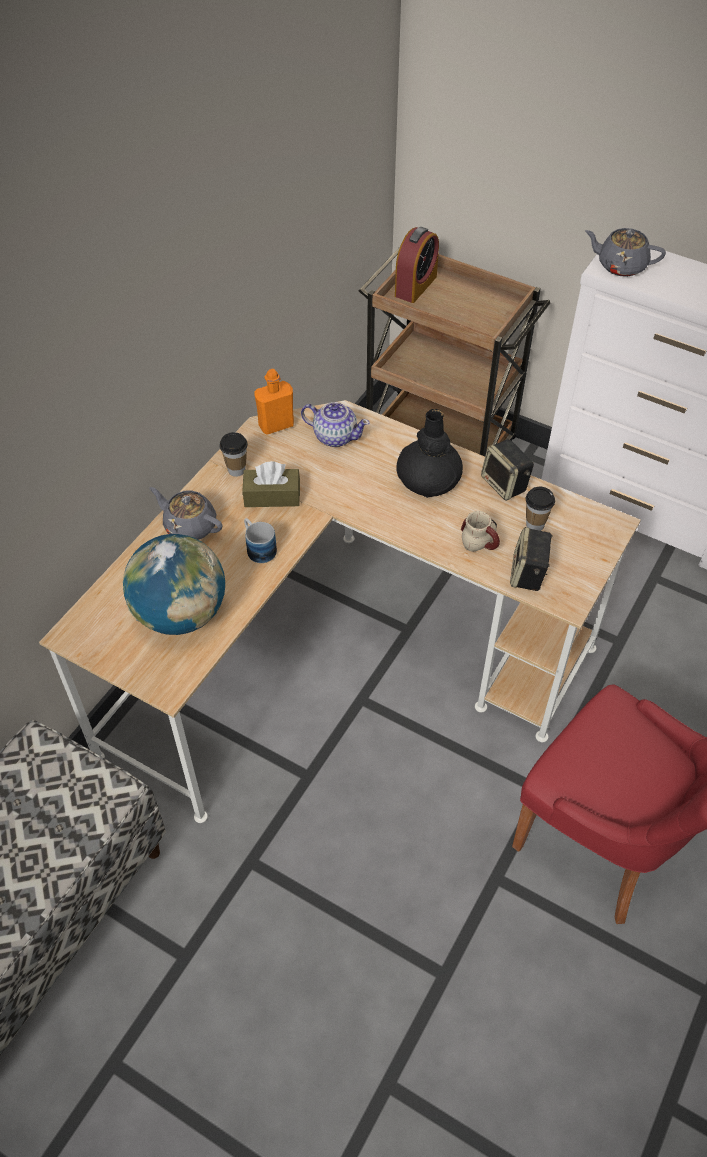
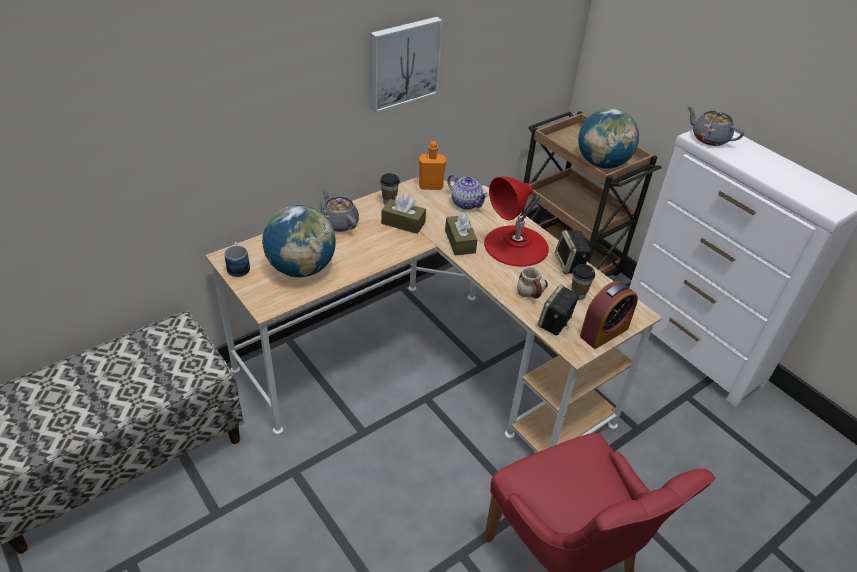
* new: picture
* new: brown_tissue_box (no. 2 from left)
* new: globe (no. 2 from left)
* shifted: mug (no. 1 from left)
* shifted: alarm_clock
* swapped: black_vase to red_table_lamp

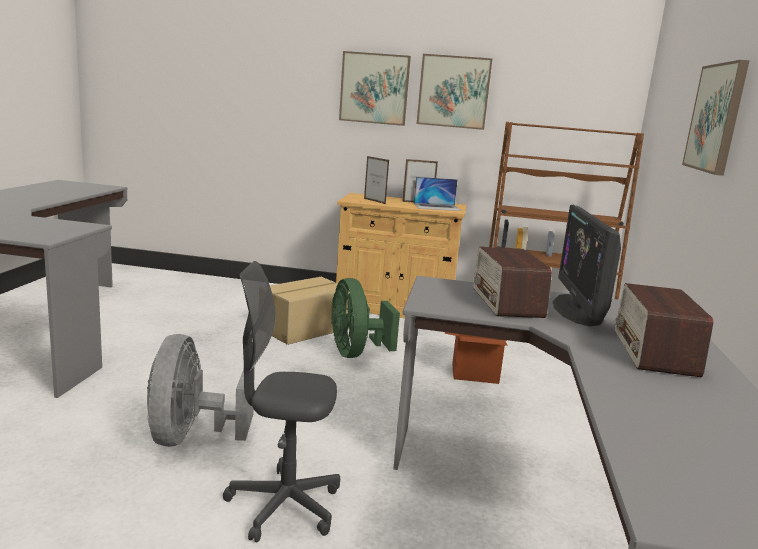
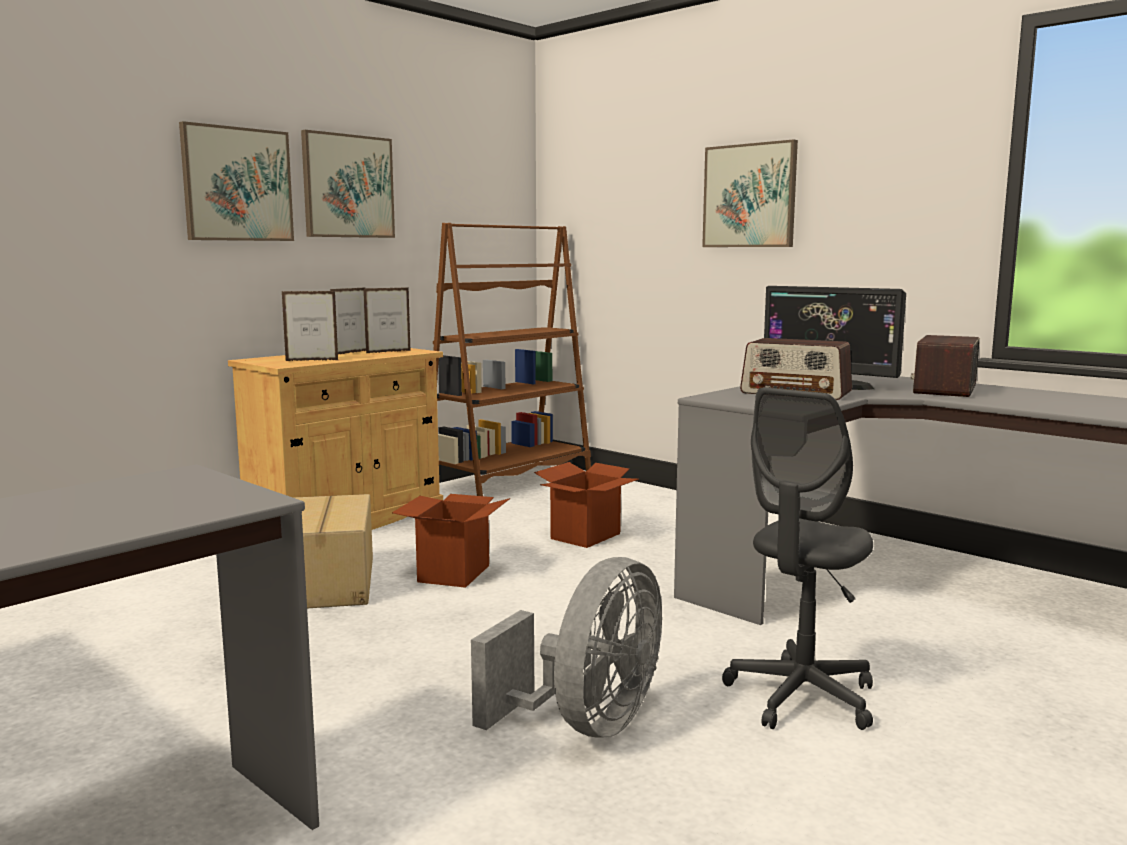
* swapped: green_fan to cardboard_box (no. 2 from left)
* swapped: laptop to picture_frame (no. 3 from left)
* rotated: grey_fan 90 degrees counterclockwise
* rotated: radio (no. 2 from left) 75 degrees clockwise

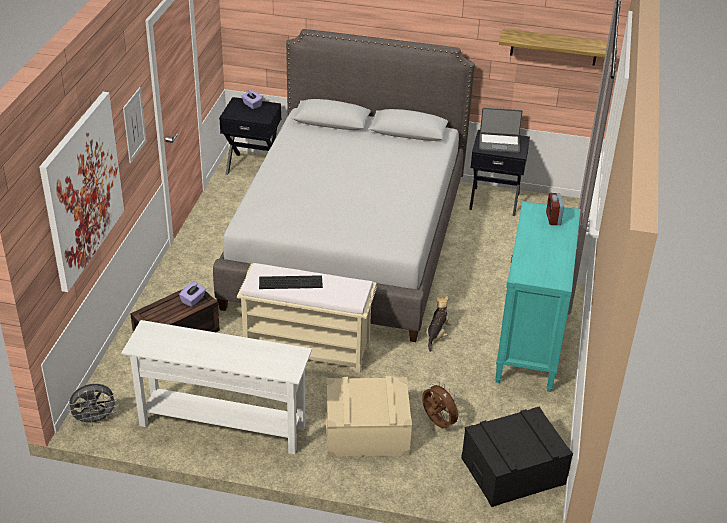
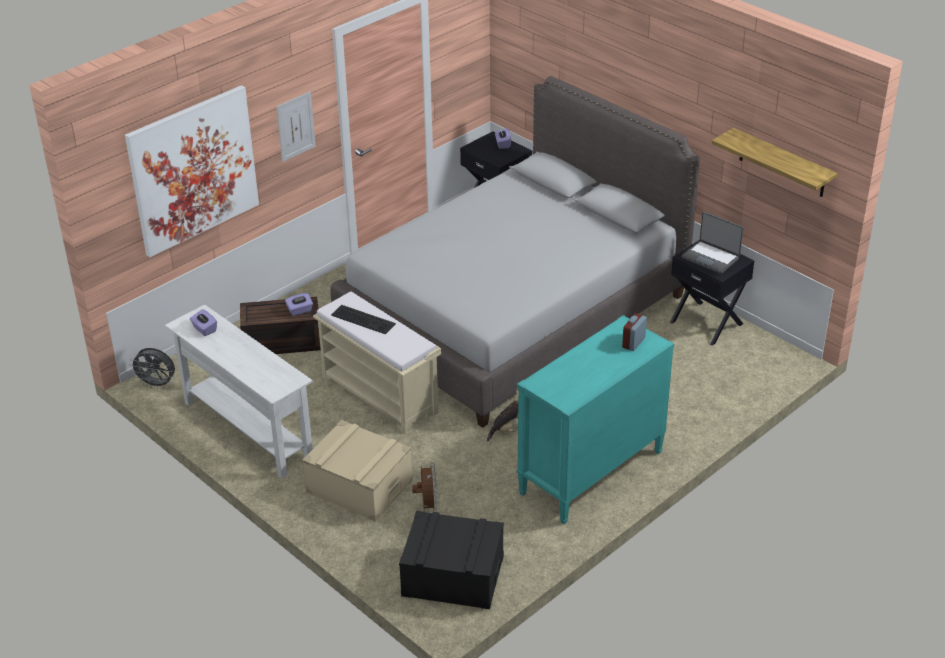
* new: purple_tissue_box (no. 1 from left)

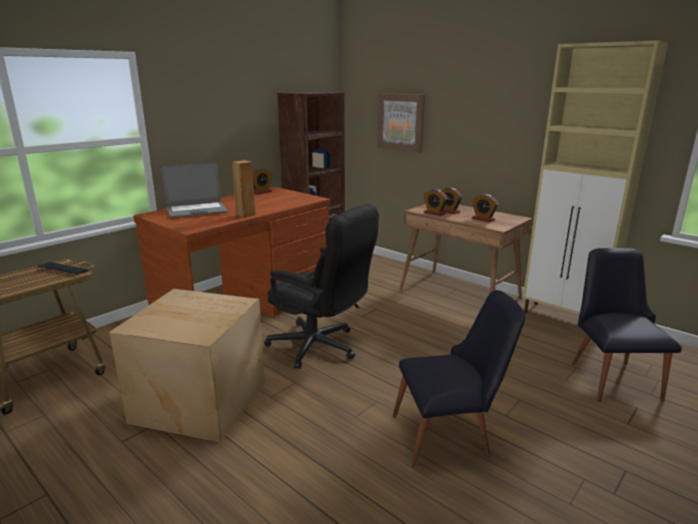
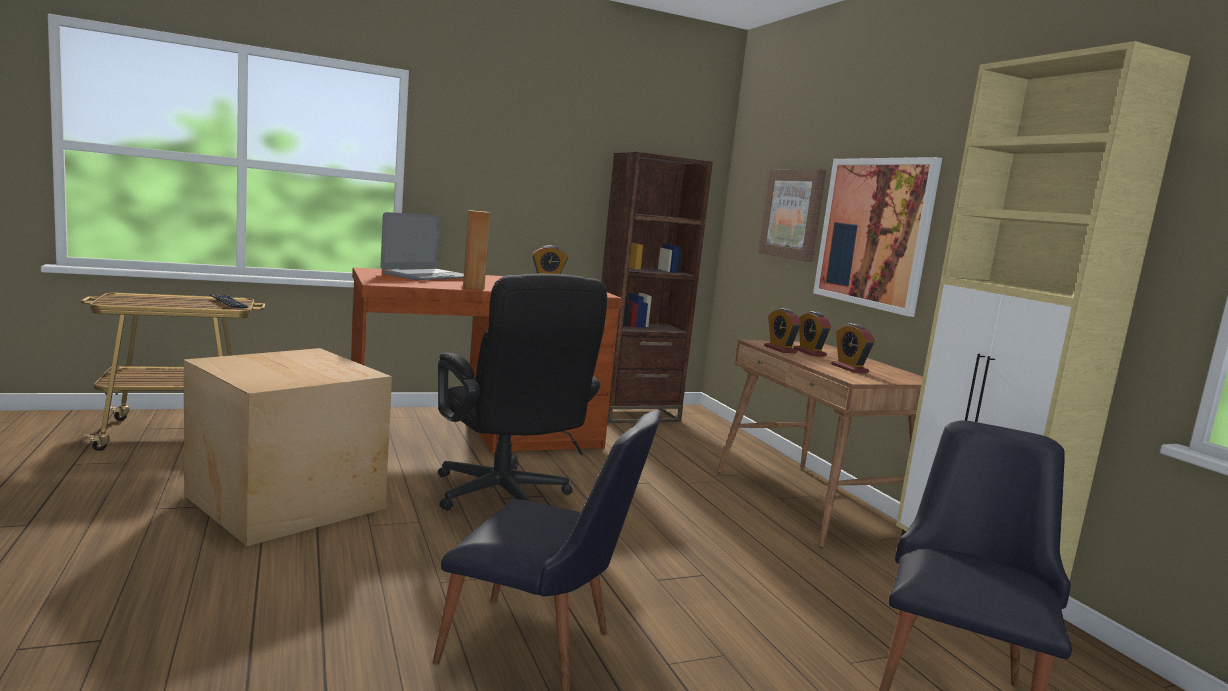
* new: picture (no. 2 from left)
* rotated: laptop 60 degrees counterclockwise

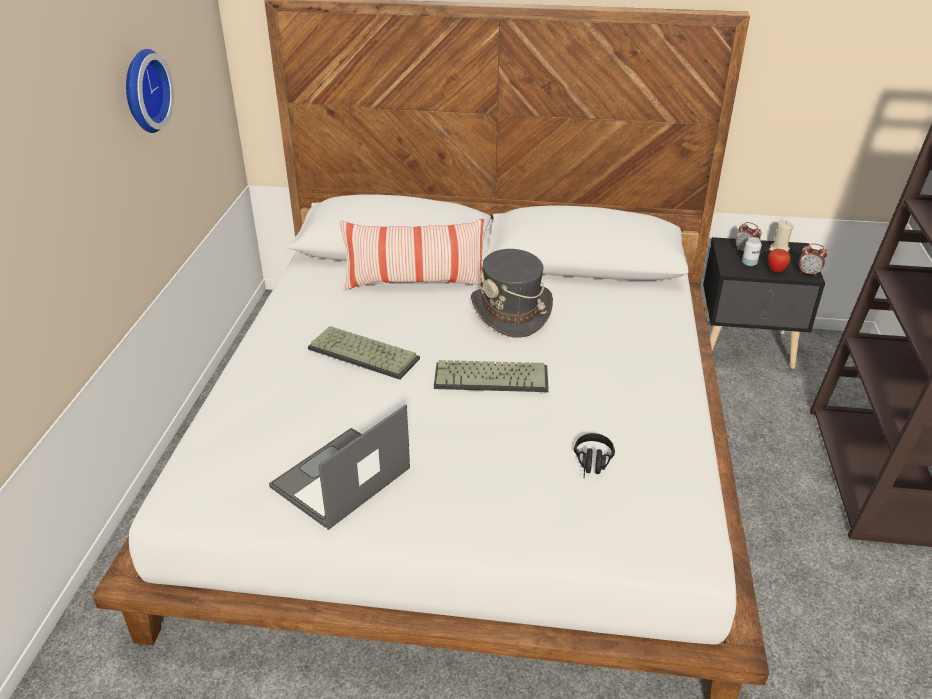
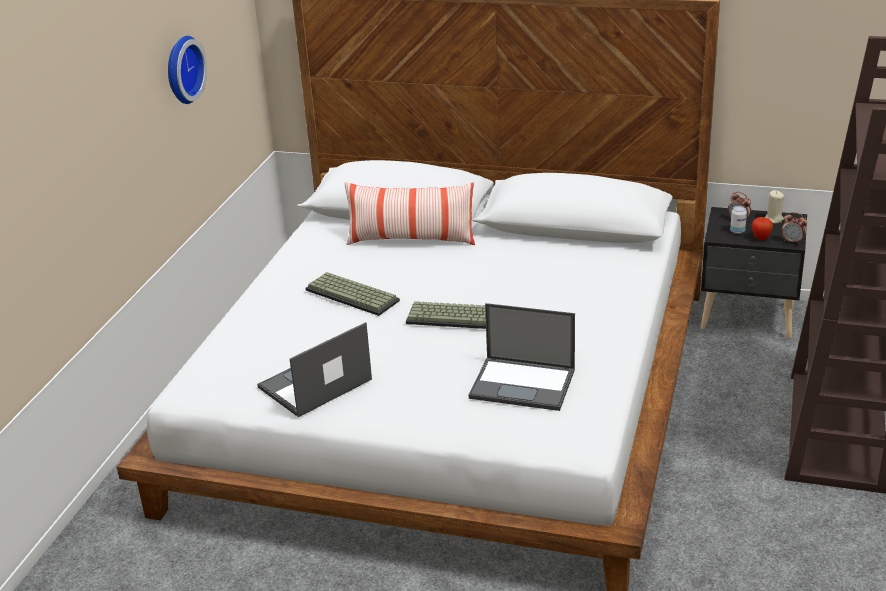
* gone: grey_hat
* swapped: black_headphones to laptop (no. 2 from left)

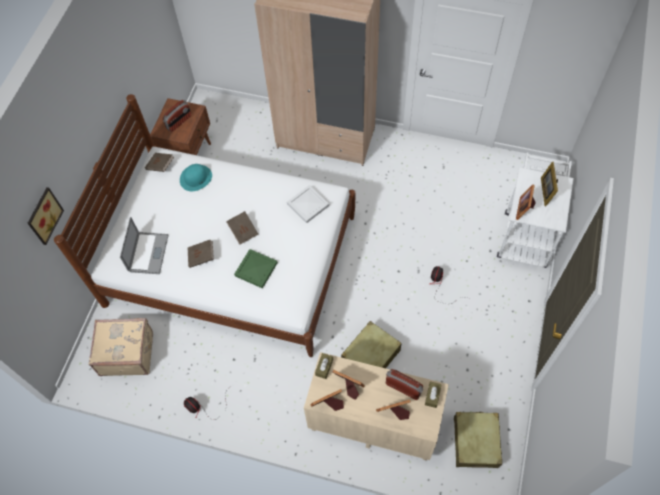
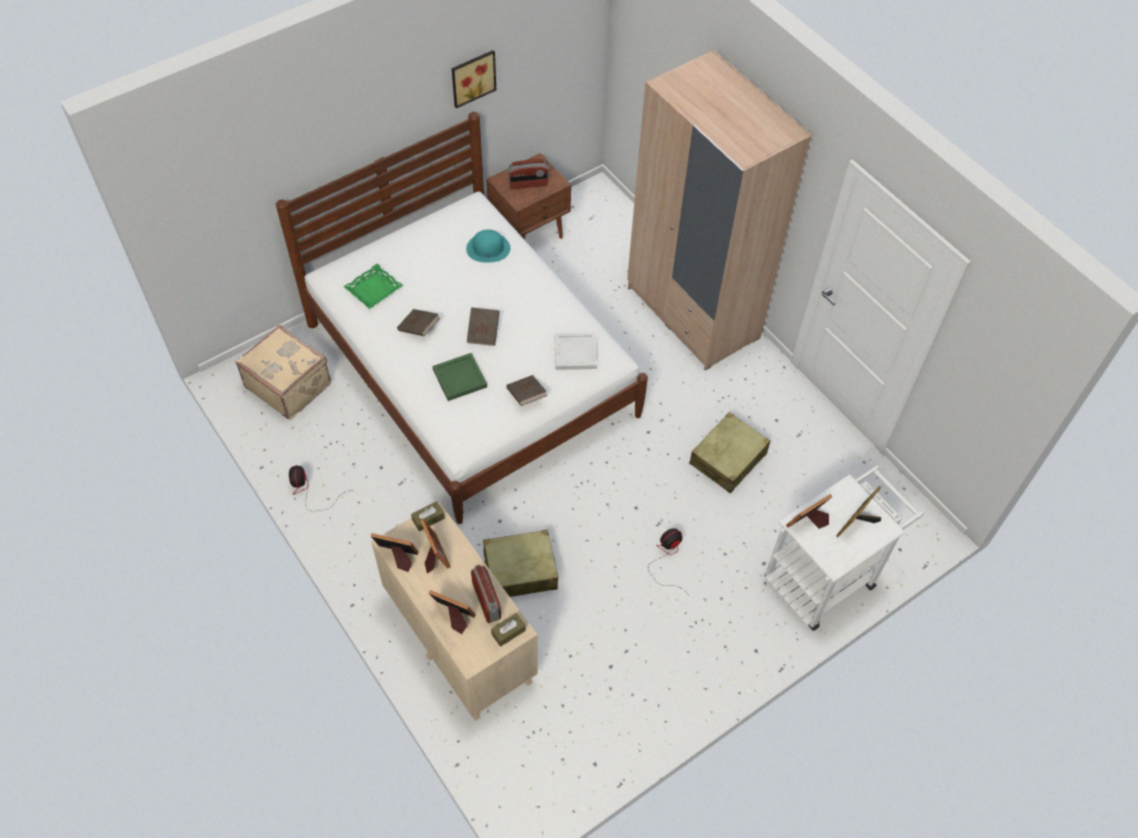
* shifted: picture
* shifted: brown_book (no. 1 from left in the first image) to brown_book (no. 3 from left)
* shifted: beige_suitcase (no. 3 from left)
* swapped: laptop to green_tray (no. 1 from left)

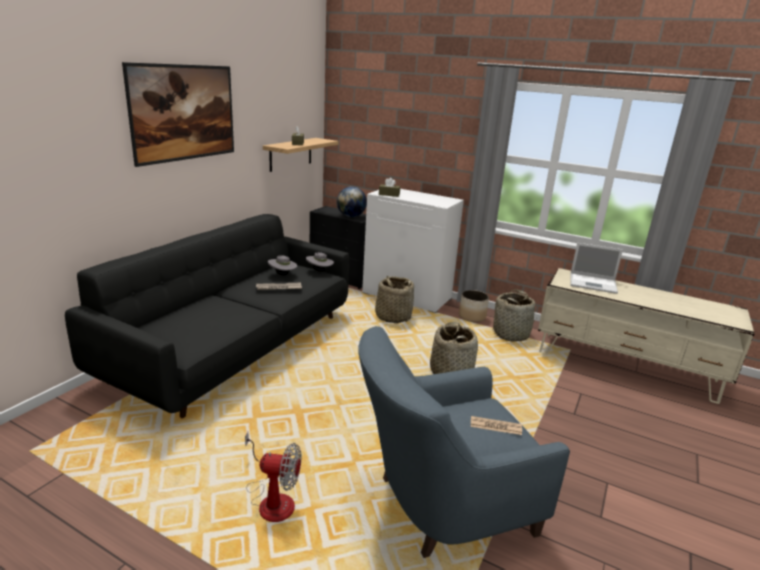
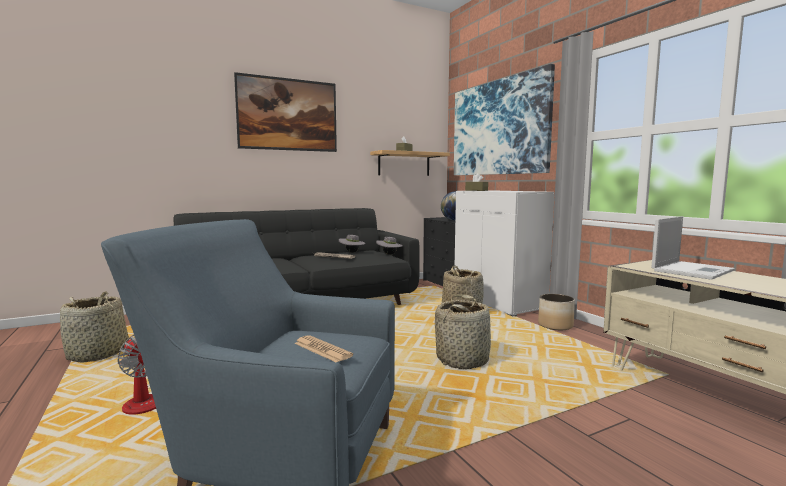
* new: picture (no. 2 from left)
* shifted: basket (no. 3 from left in the first image) to basket (no. 1 from left)
* rotated: laptop 90 degrees counterclockwise

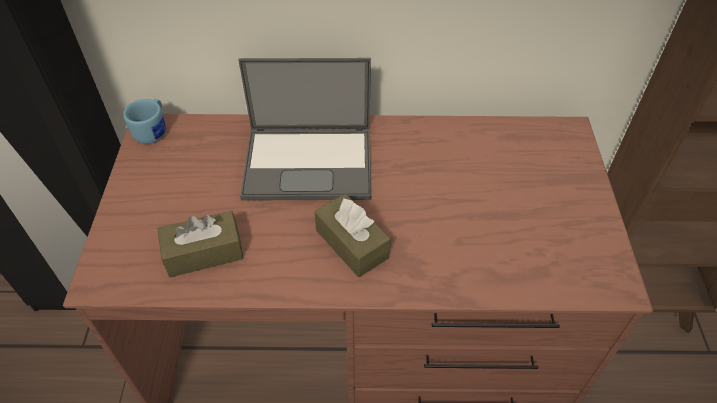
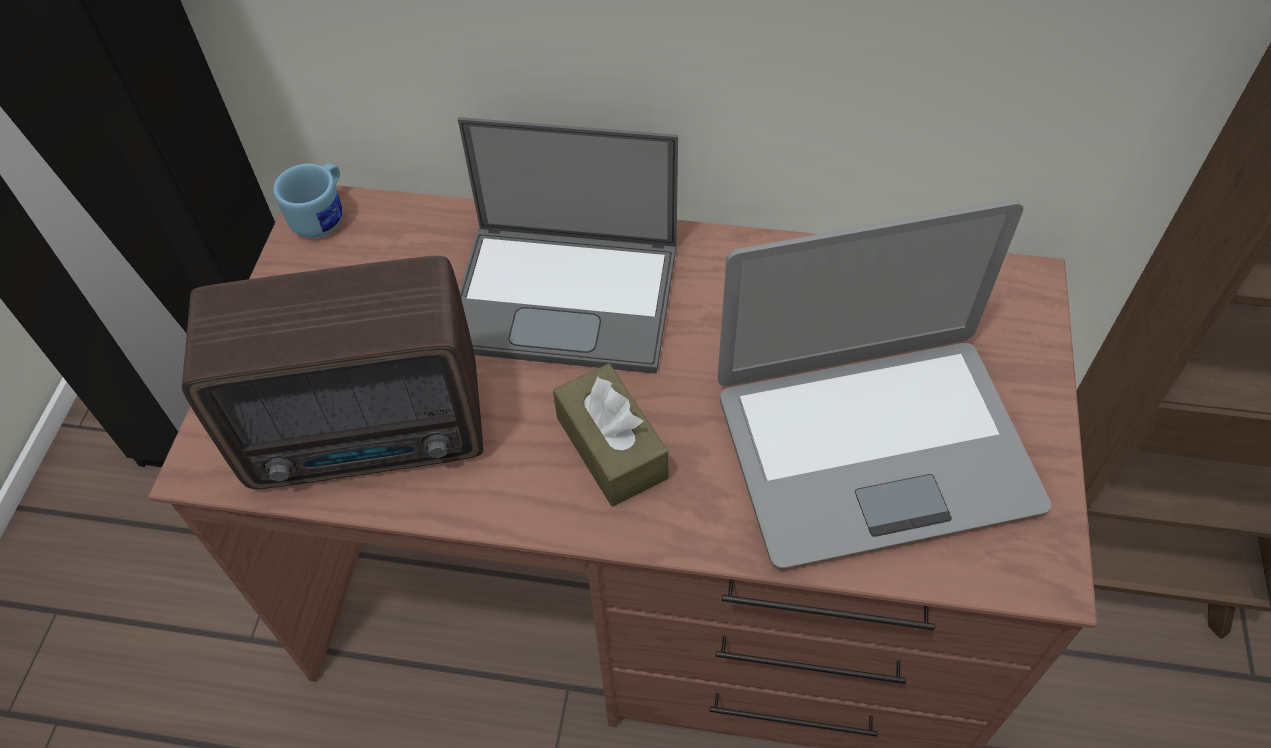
* new: laptop (no. 2 from left)
* swapped: brown_tissue_box (no. 1 from left) to radio

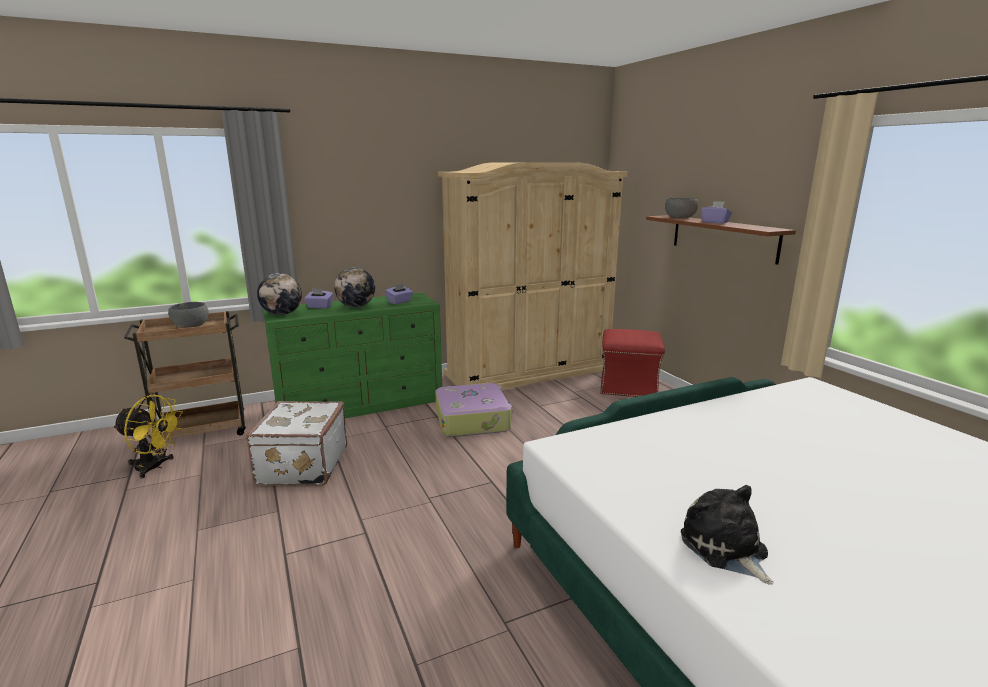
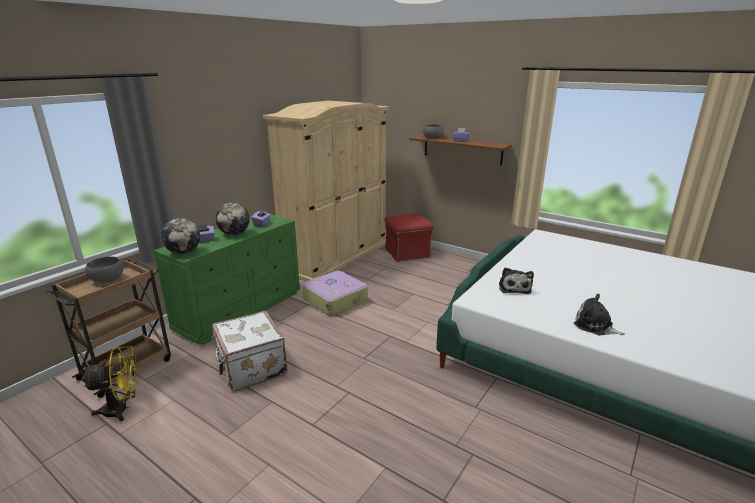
* new: plush_toy (no. 1 from left)

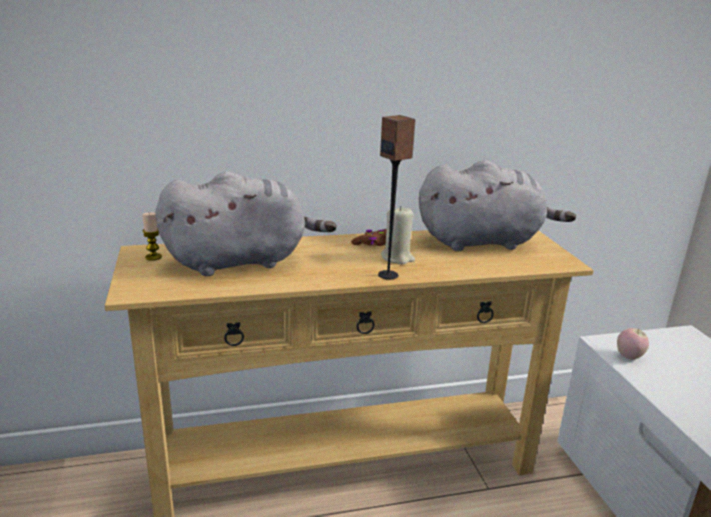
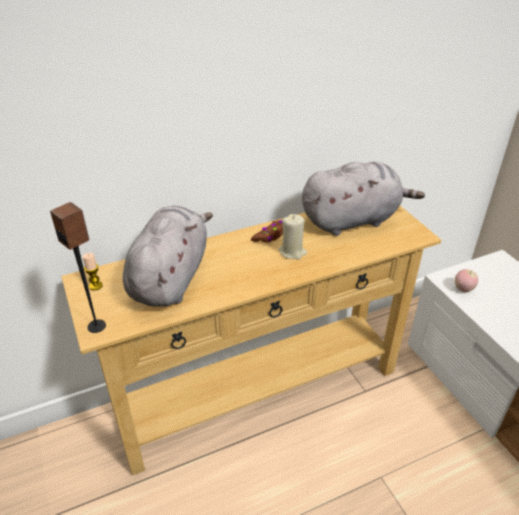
* shifted: speaker
* rotated: grey_plush_toy (no. 1 from left) 45 degrees counterclockwise

